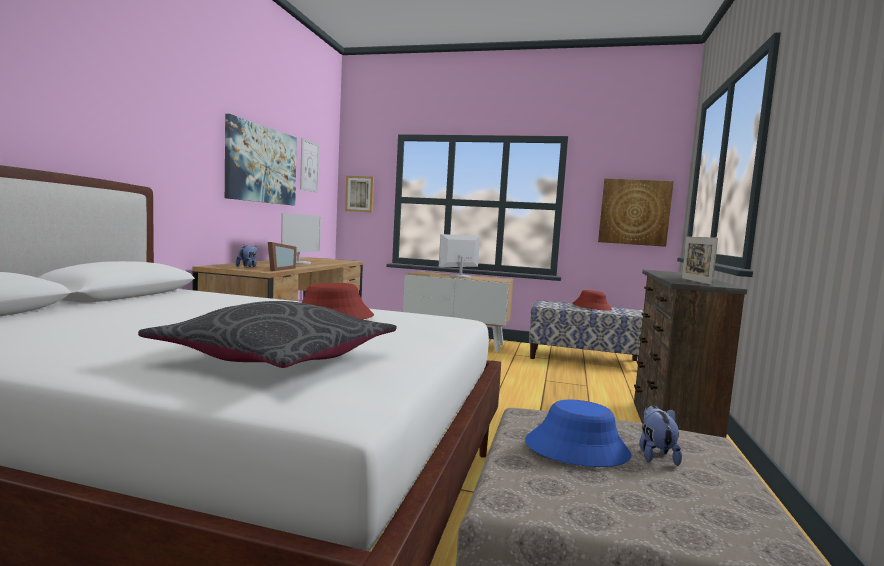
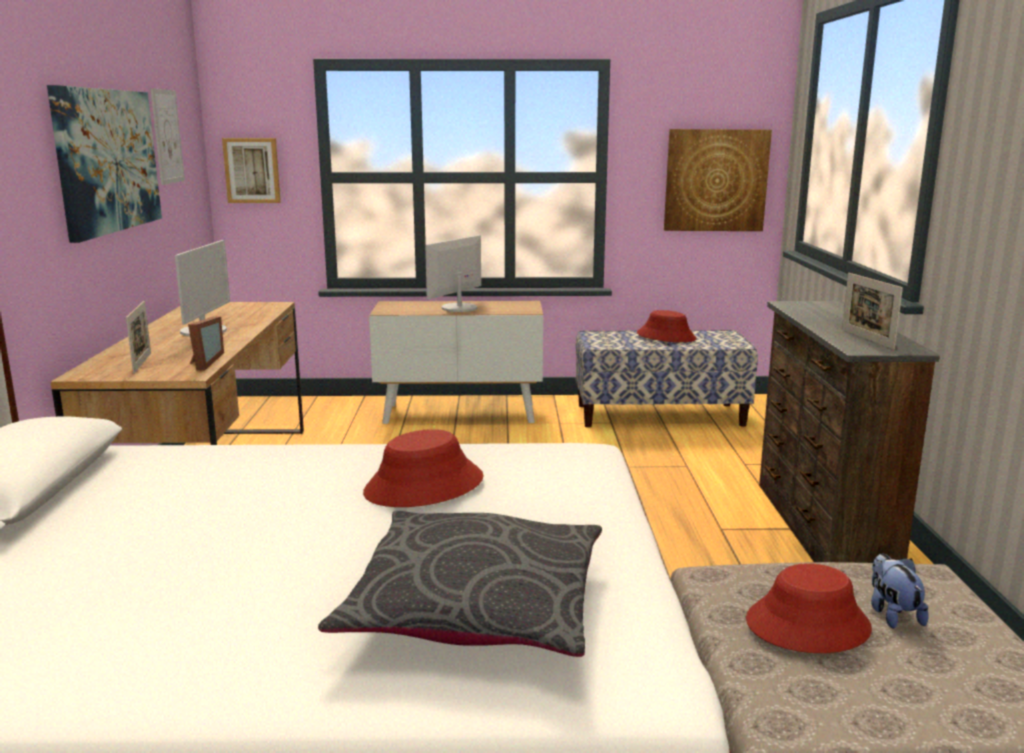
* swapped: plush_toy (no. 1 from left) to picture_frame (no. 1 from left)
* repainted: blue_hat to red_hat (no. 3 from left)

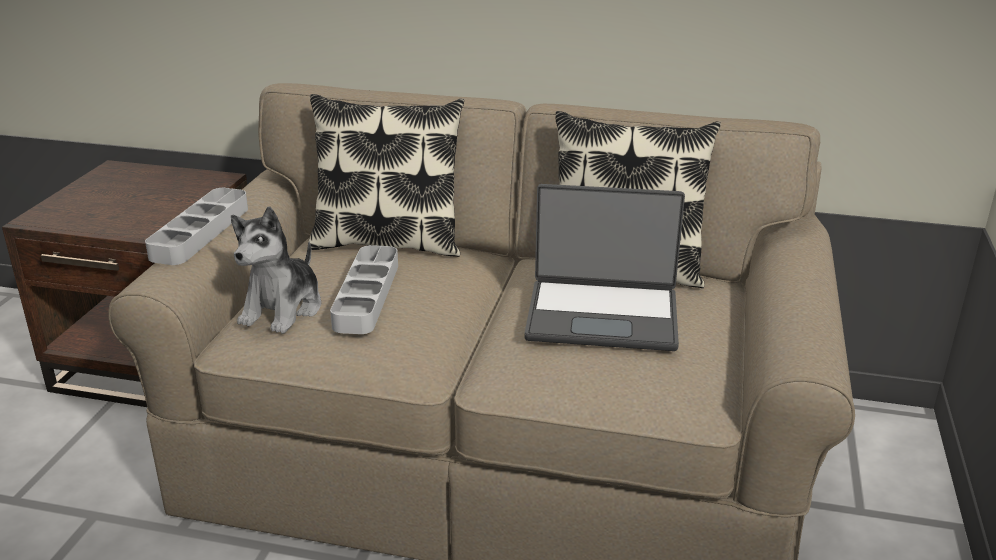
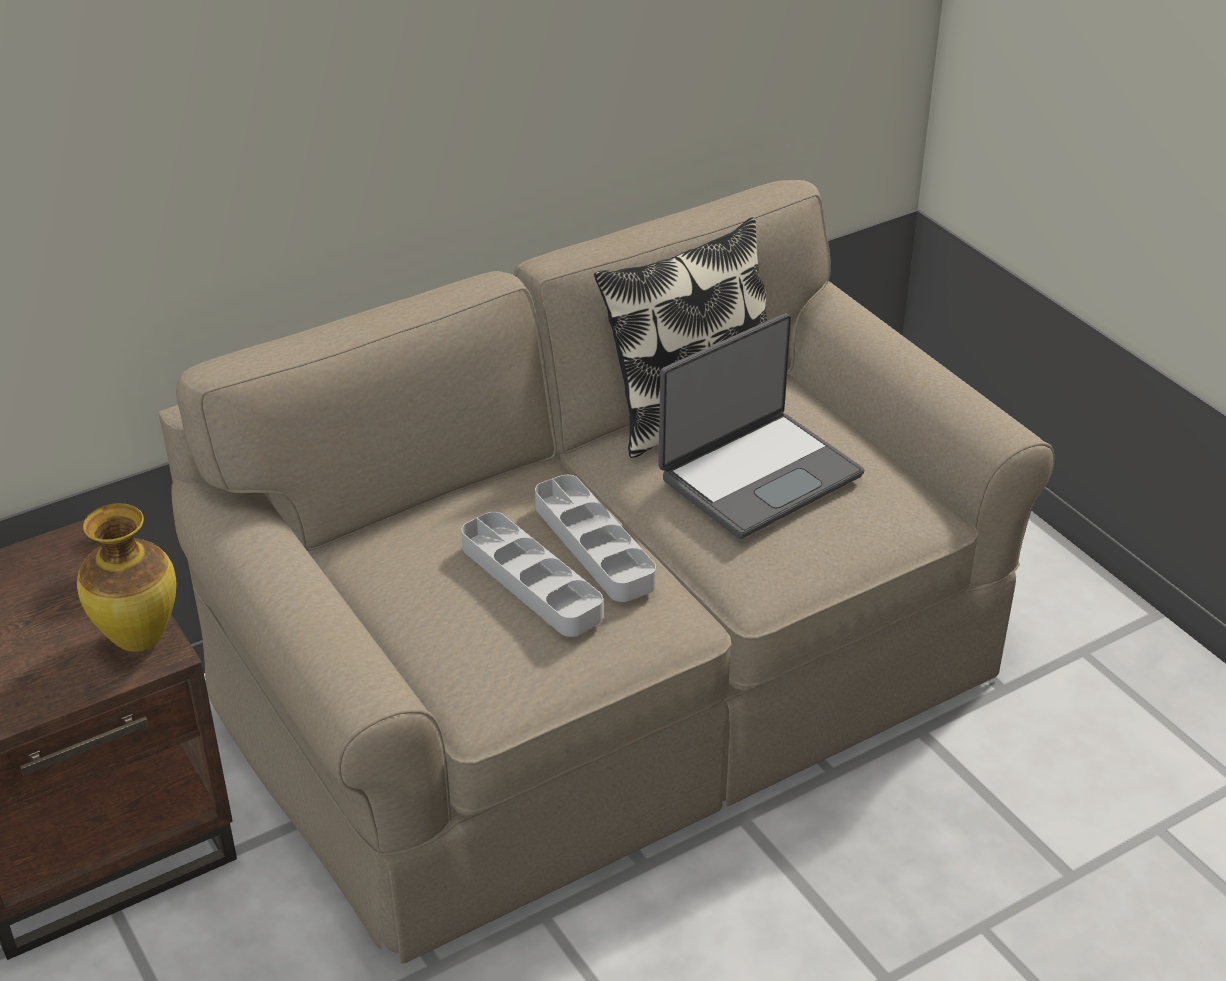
* gone: plush_toy
* gone: pillow (no. 1 from left)
* new: vase
* shifted: grey_tray (no. 1 from left in the first image) to grey_tray (no. 2 from left)

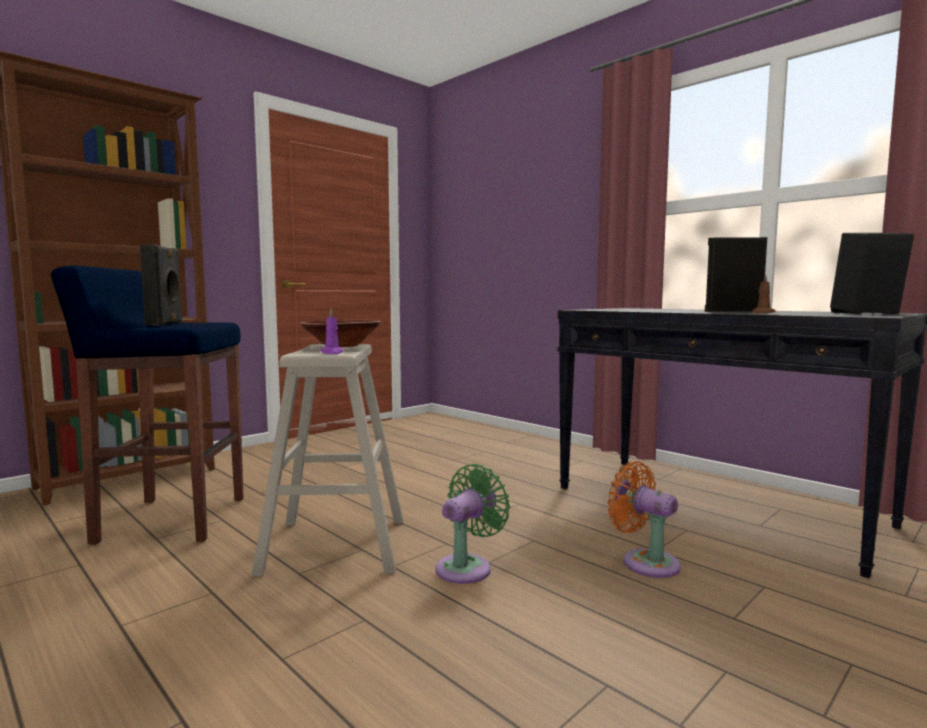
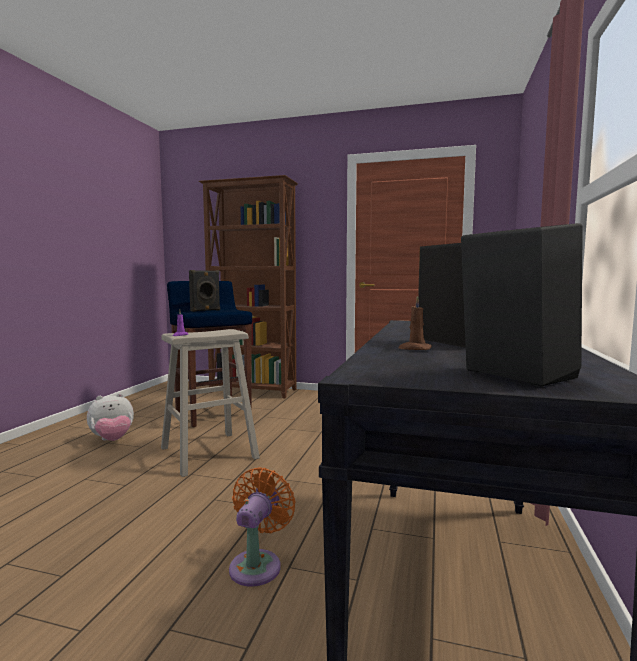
* gone: brown_bowl
* gone: green_fan
* new: plush_toy

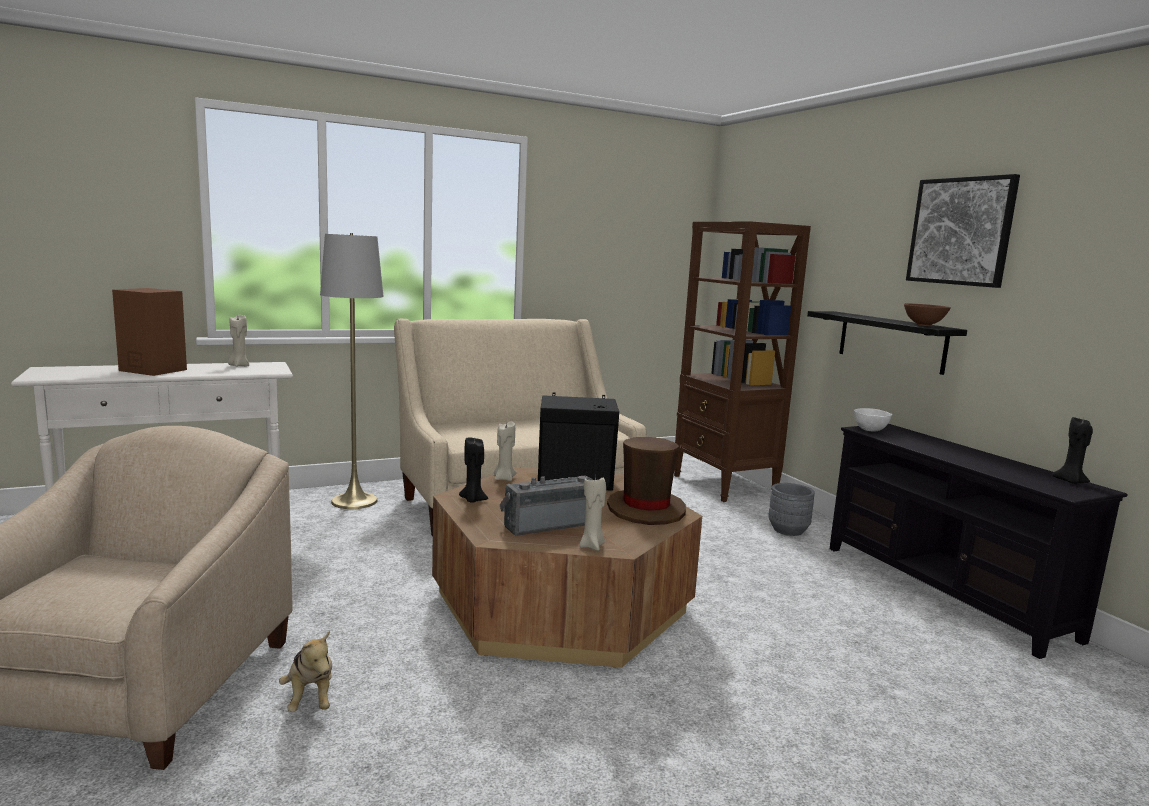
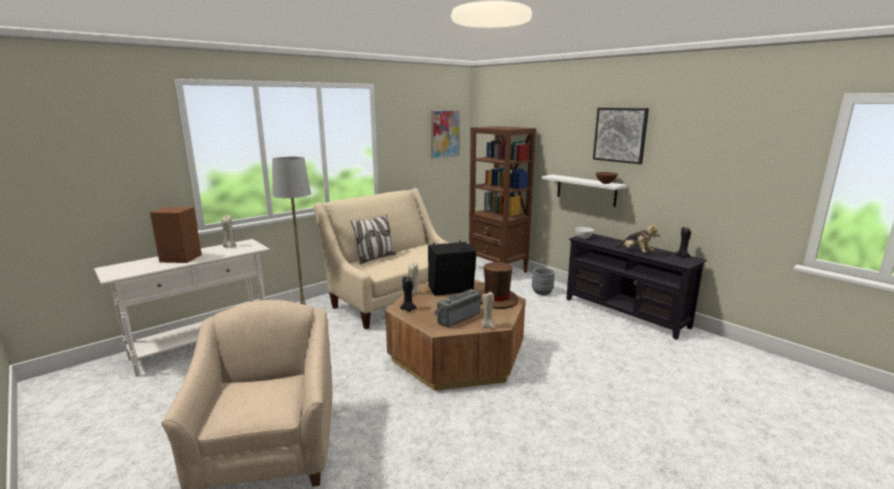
* new: pillow
* new: picture (no. 1 from left)
* shifted: plush_toy
* repainted: black_shelf to white_shelf

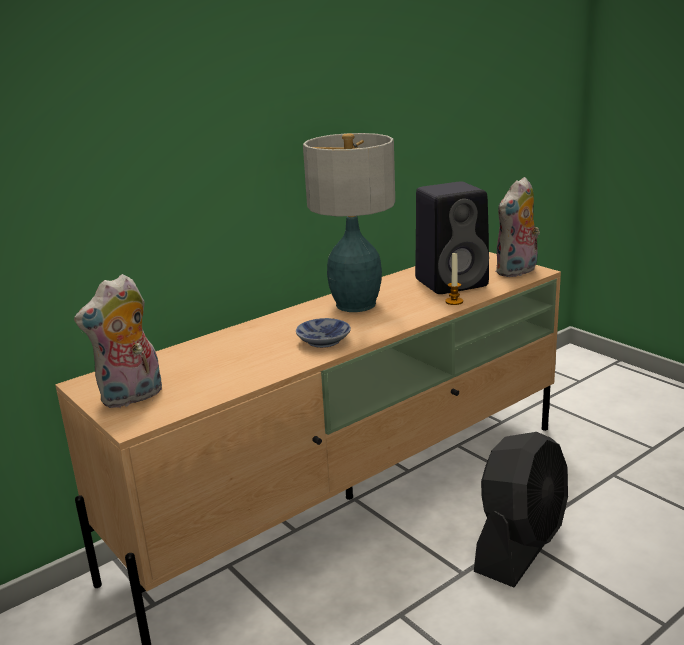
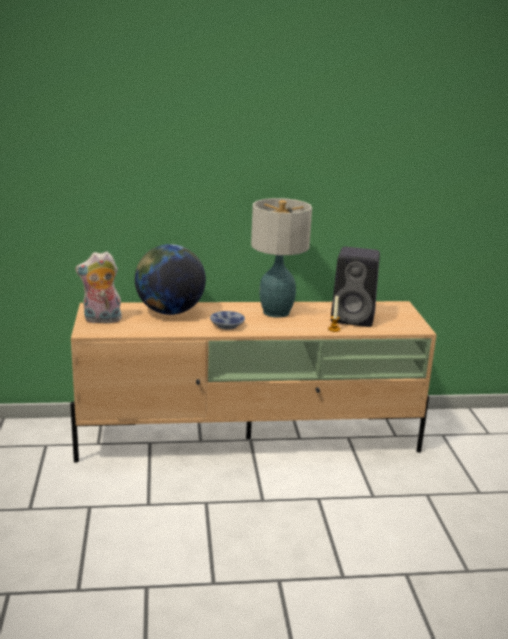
* gone: black_fan
* gone: plush_toy (no. 2 from left)
* new: globe

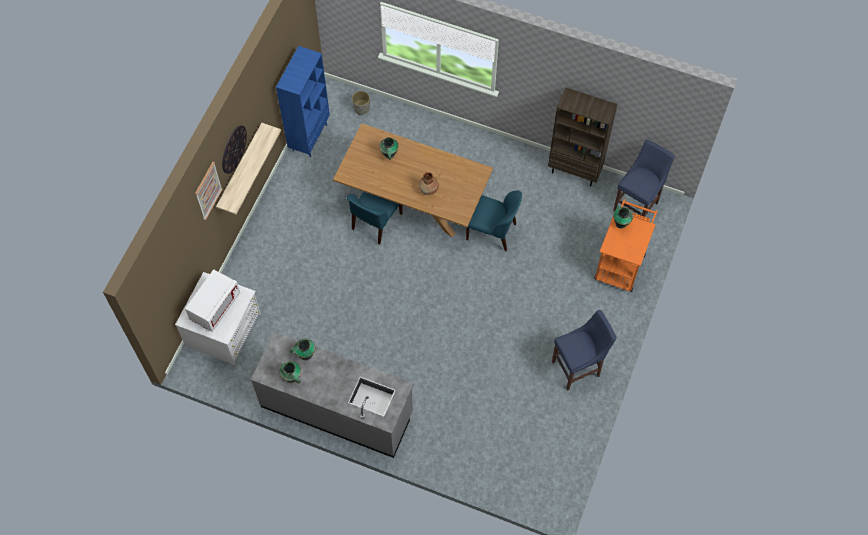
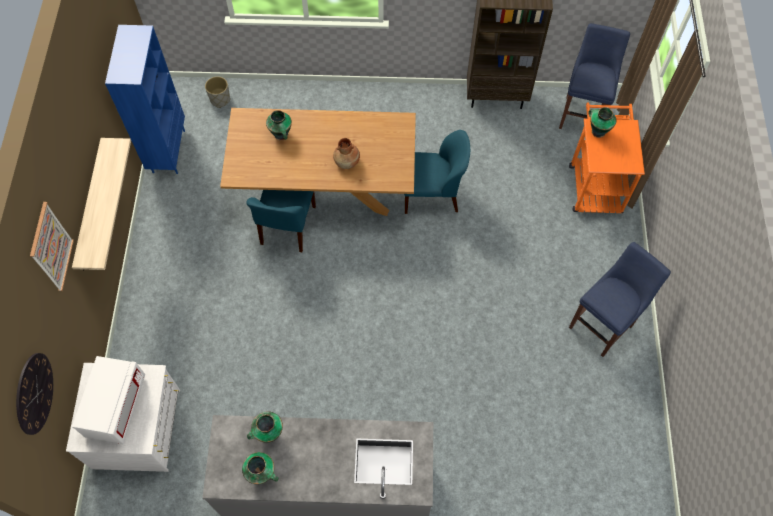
* shifted: wall_clock

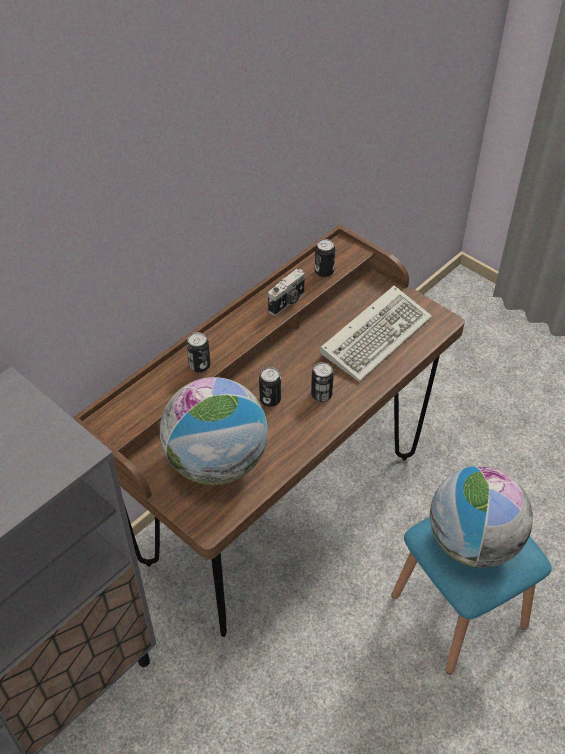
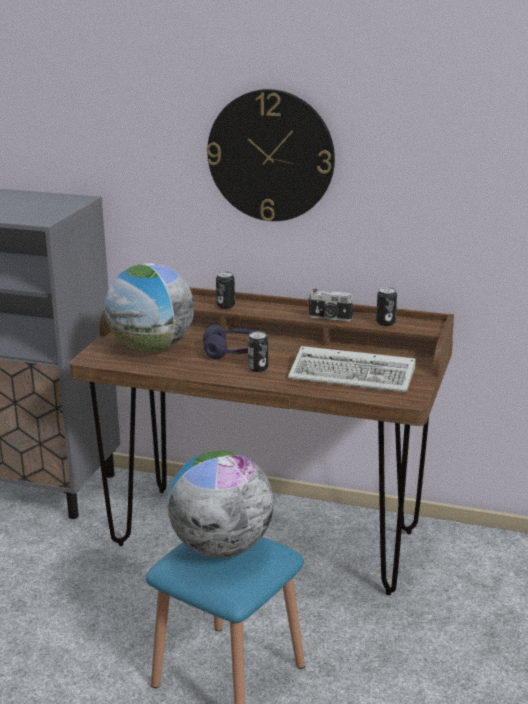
* new: wall_clock
* swapped: can (no. 2 from left) to purple_headphones

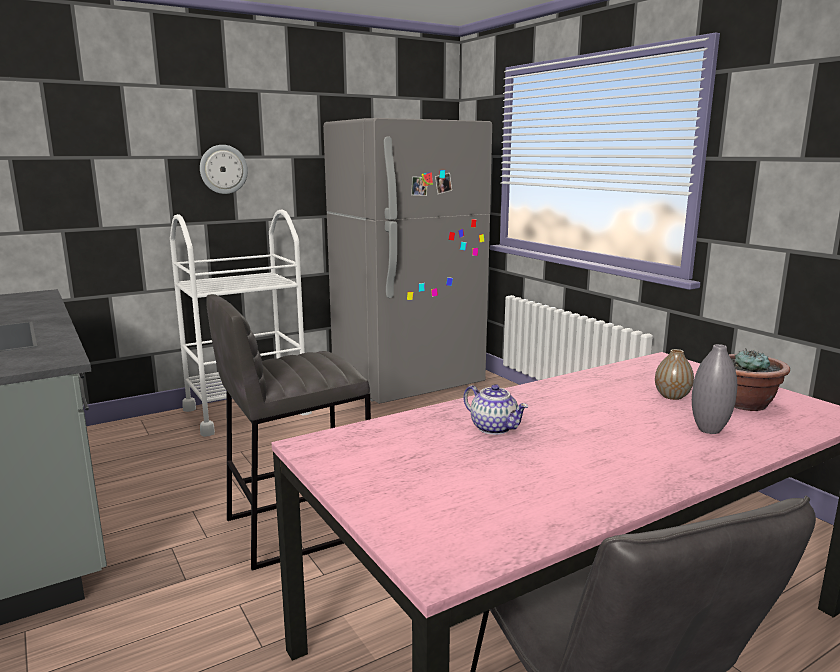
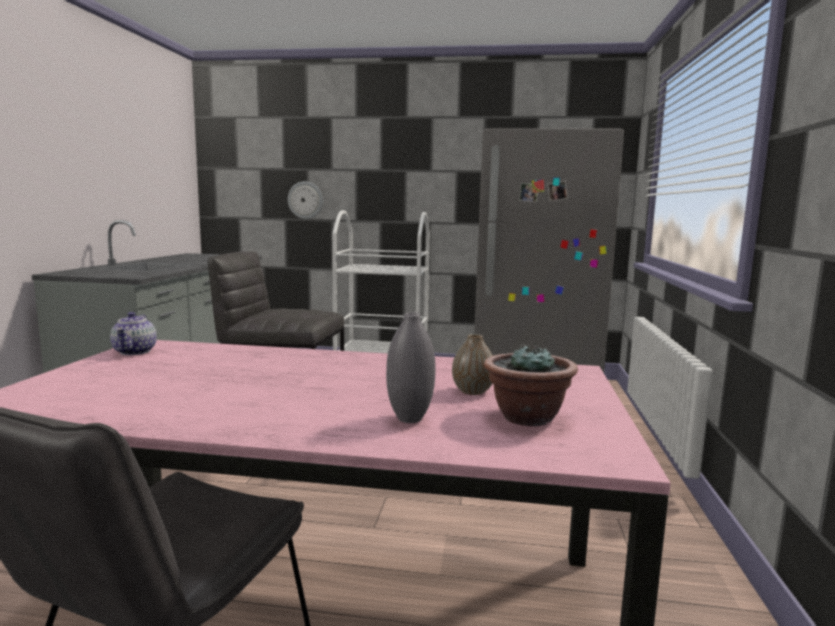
* shifted: wall_clock
* shifted: teapot

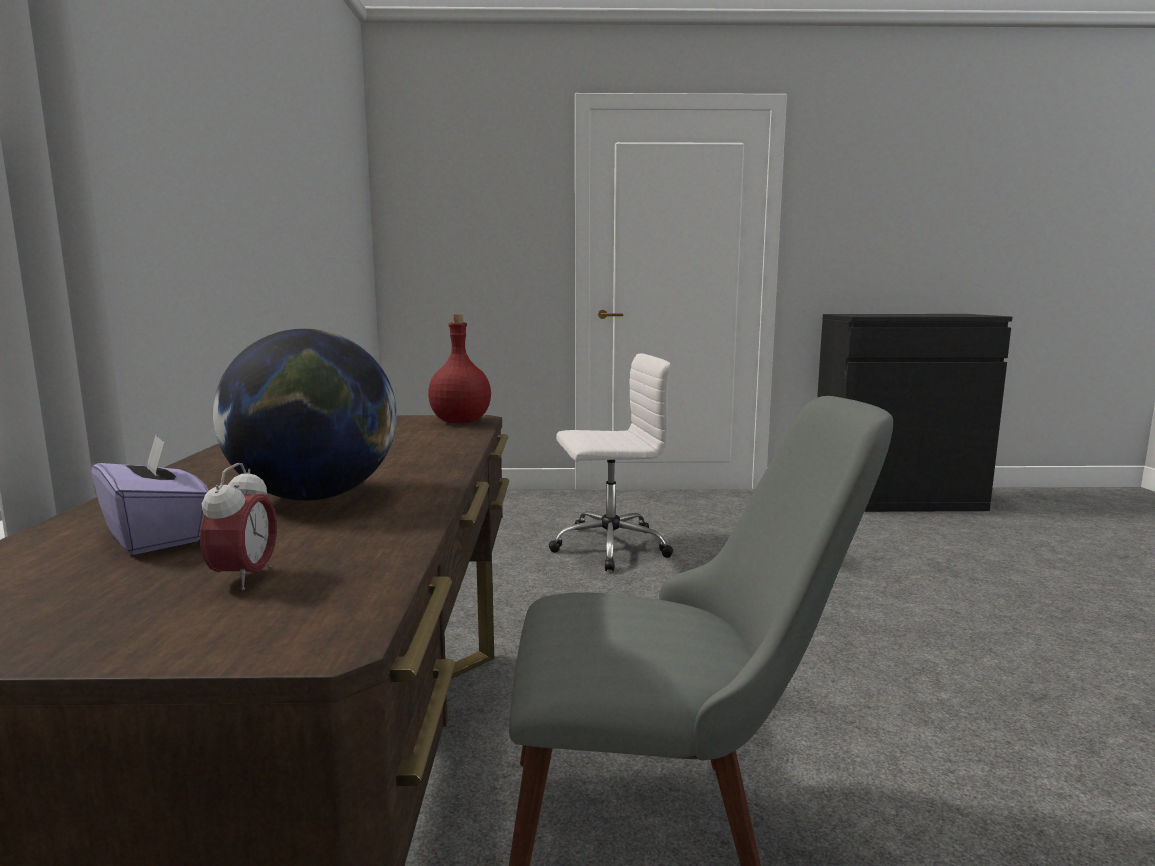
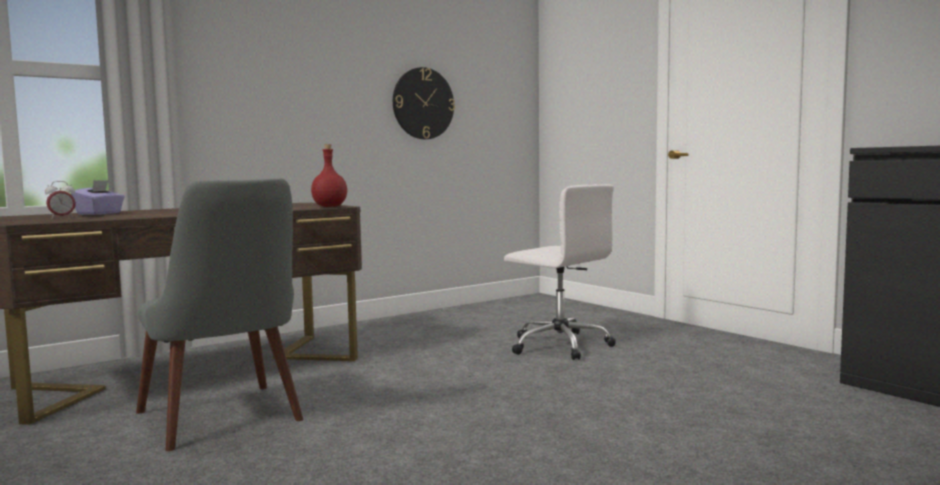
* gone: globe
* new: wall_clock

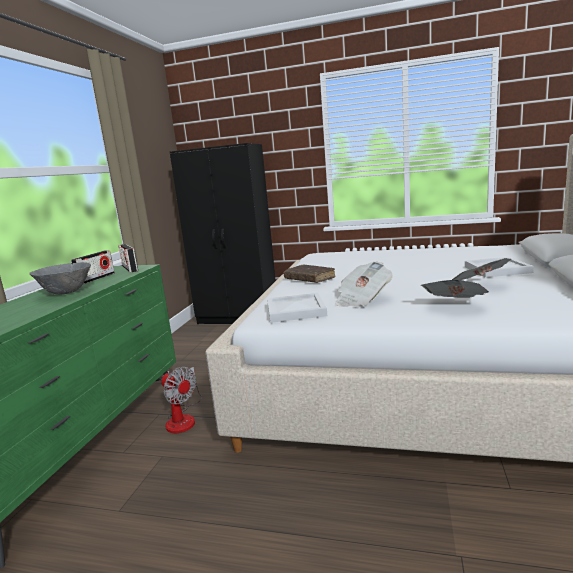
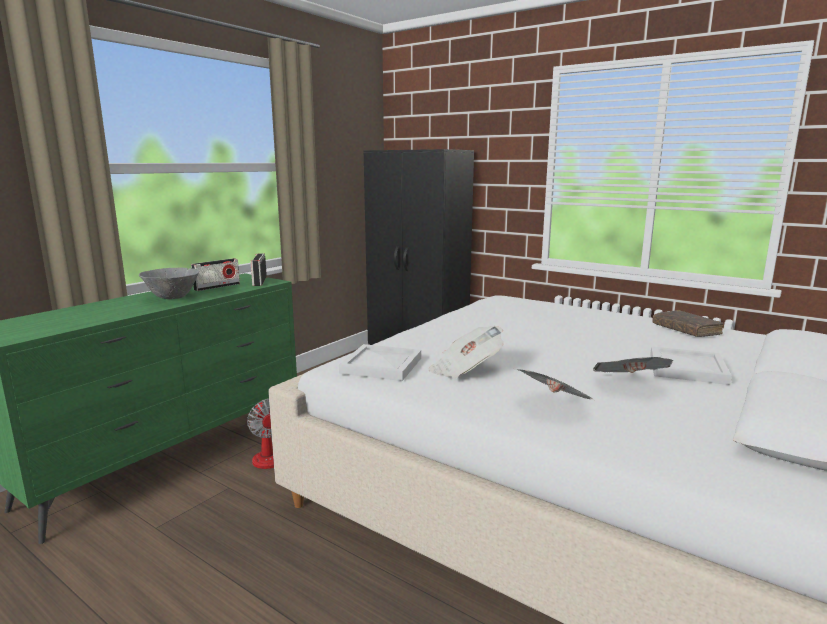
* shifted: brown_book

